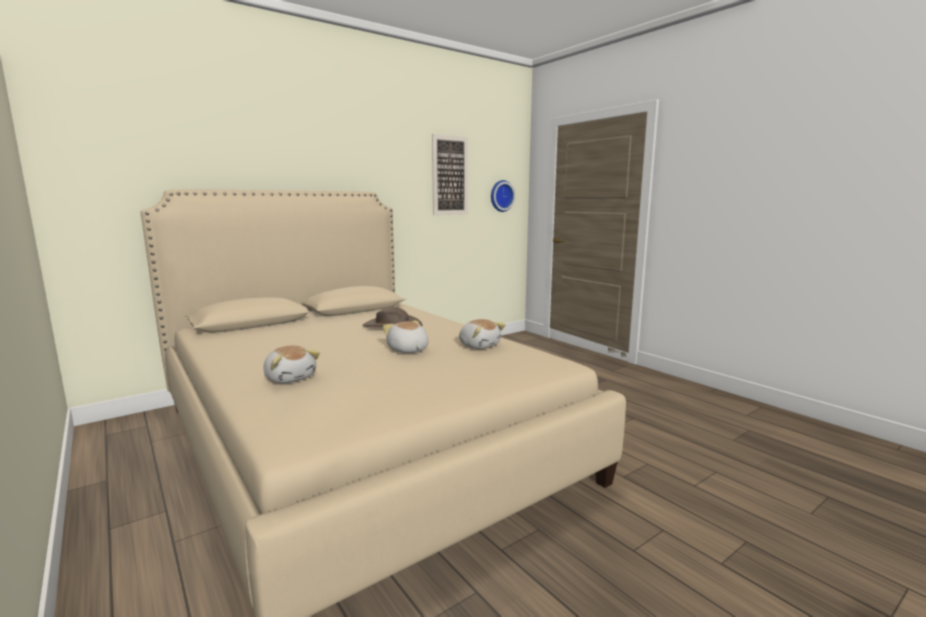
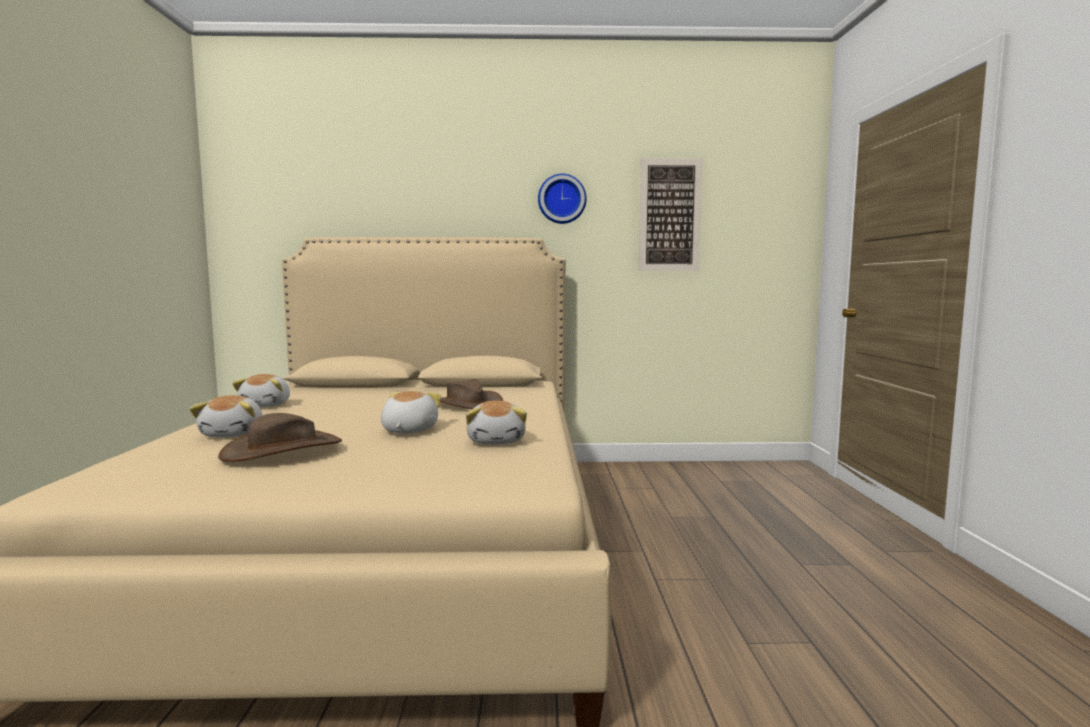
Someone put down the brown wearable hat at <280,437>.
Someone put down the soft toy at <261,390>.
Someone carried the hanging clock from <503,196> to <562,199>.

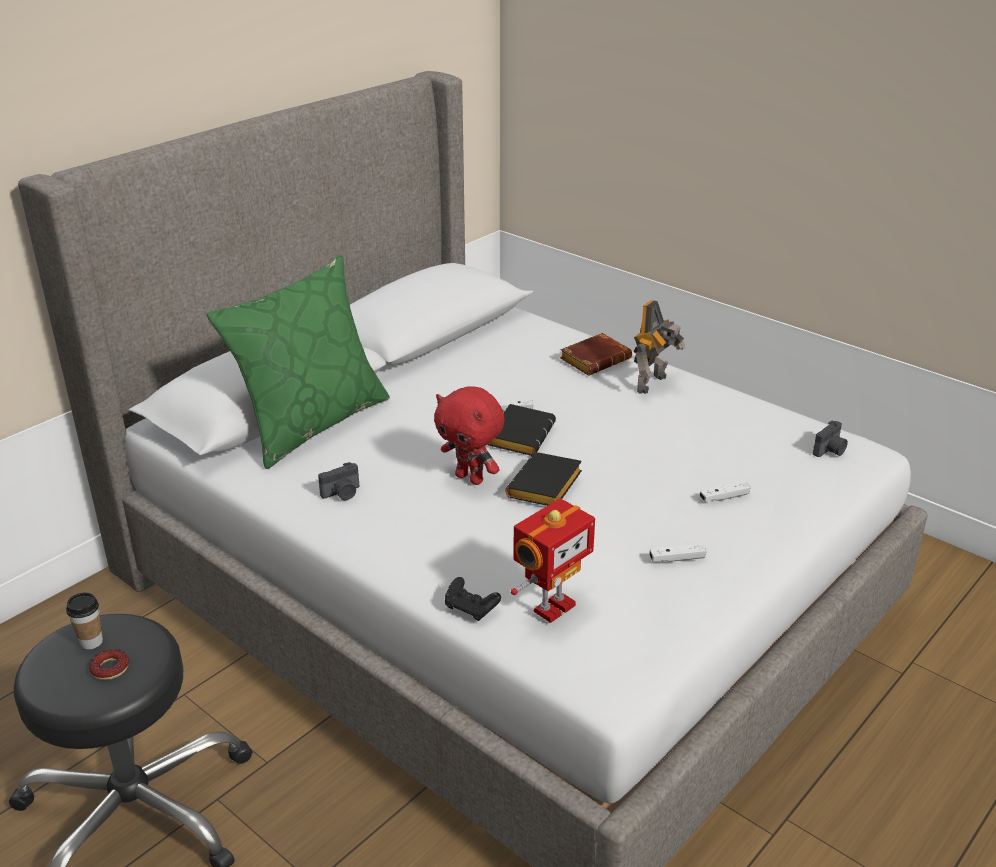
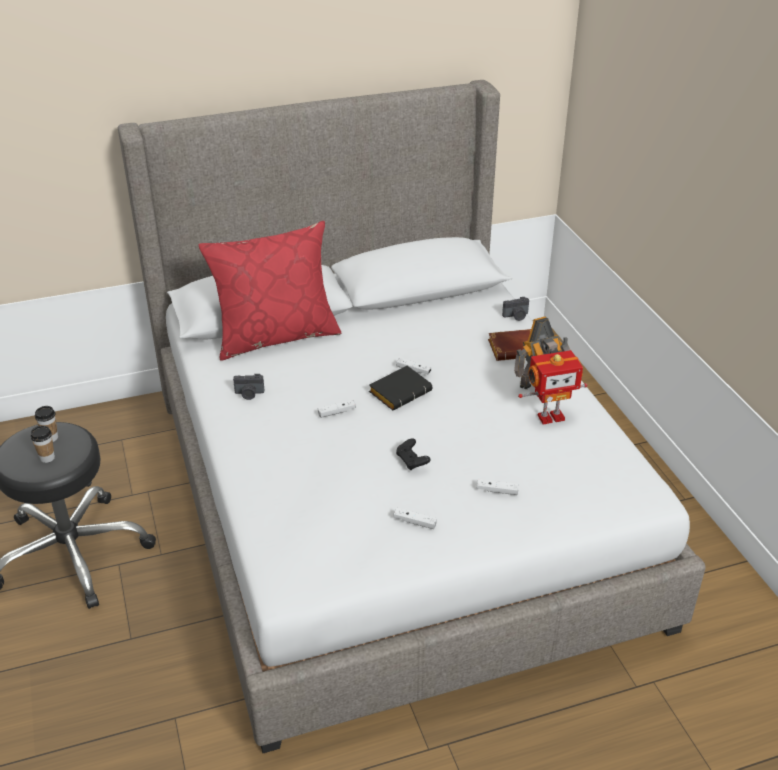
Someone swapped the donut at <109,664> for the drinking cup at <43,444>.
Someone repainted the green throw pillow at <298,362>, which became the red throw pillow at <270,291>.
Someone swapped the red soft toy at <469,435> for the white-coloured game controller at <337,409>.
Someone carried the black-coloured game controller from <473,599> to <413,454>.
Someone carried the still camera from <830,438> to <515,309>.
Someone carried the model robot from <553,560> to <552,387>.
Someone took away the black-coloured bound book at <543,479>.

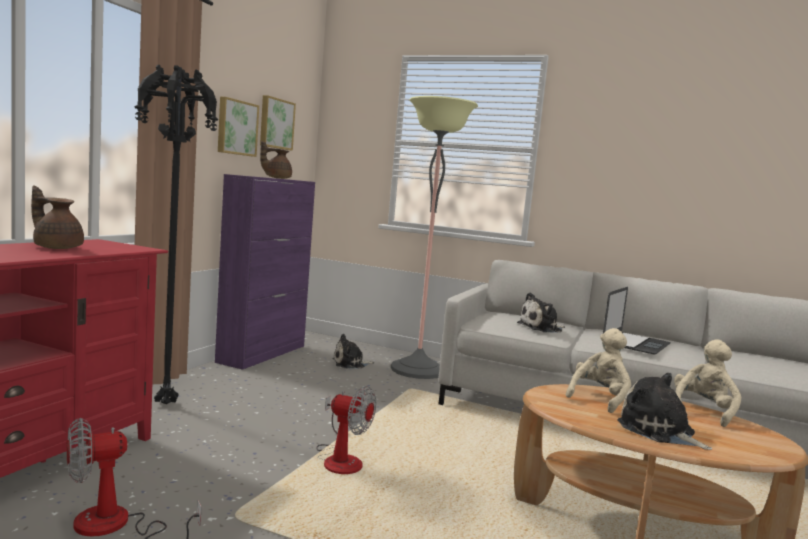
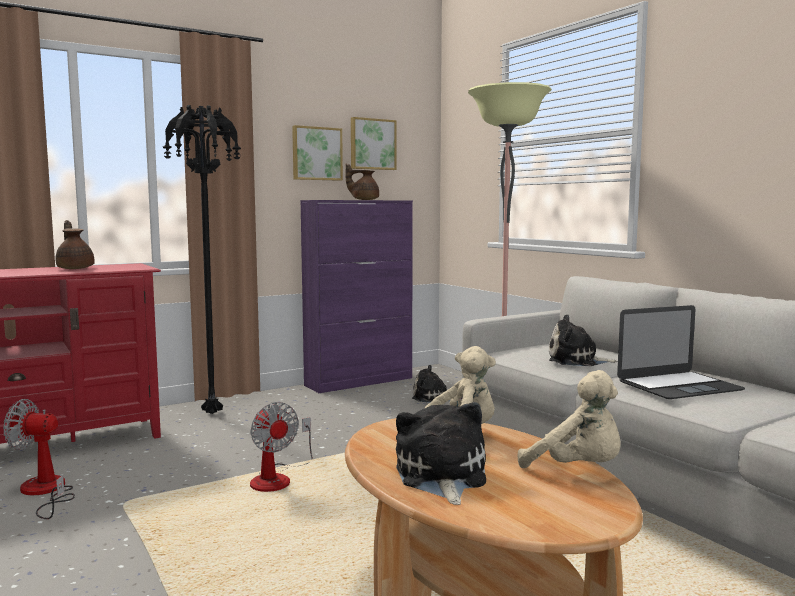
Someone rotated the beige soft toy at <707,383> by 60 degrees clockwise.

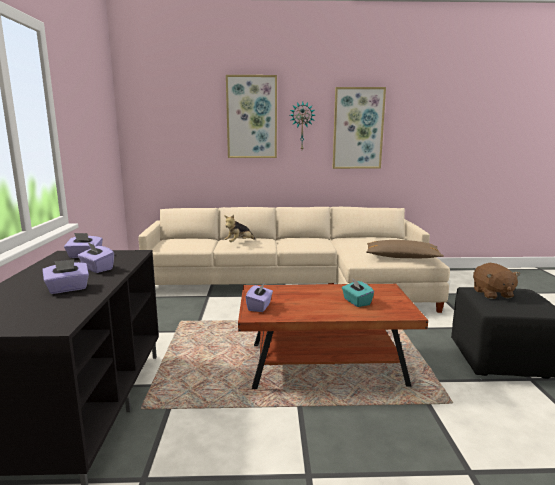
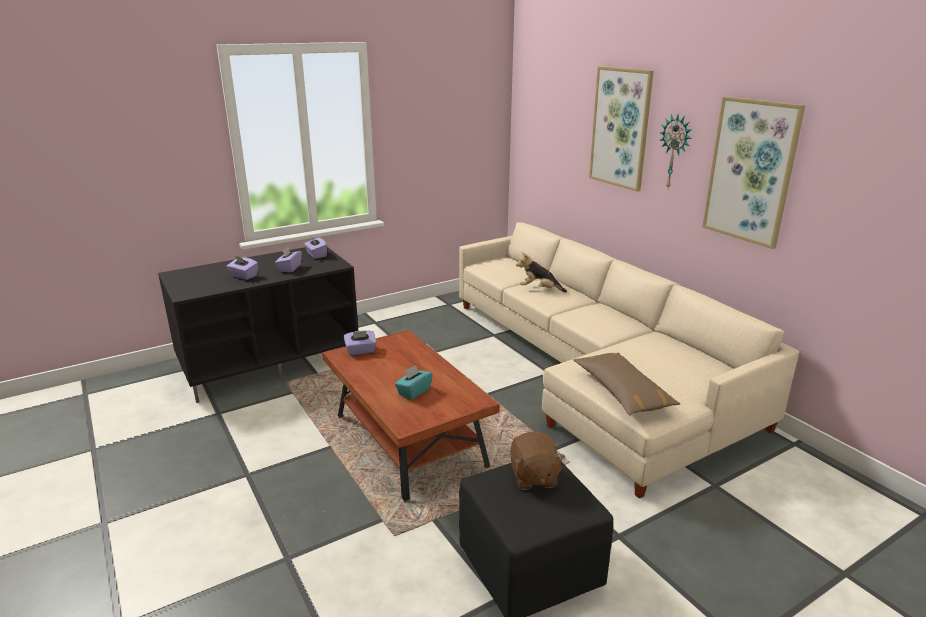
Someone rotated the brown soft toy at <496,281> by 60 degrees counterclockwise.

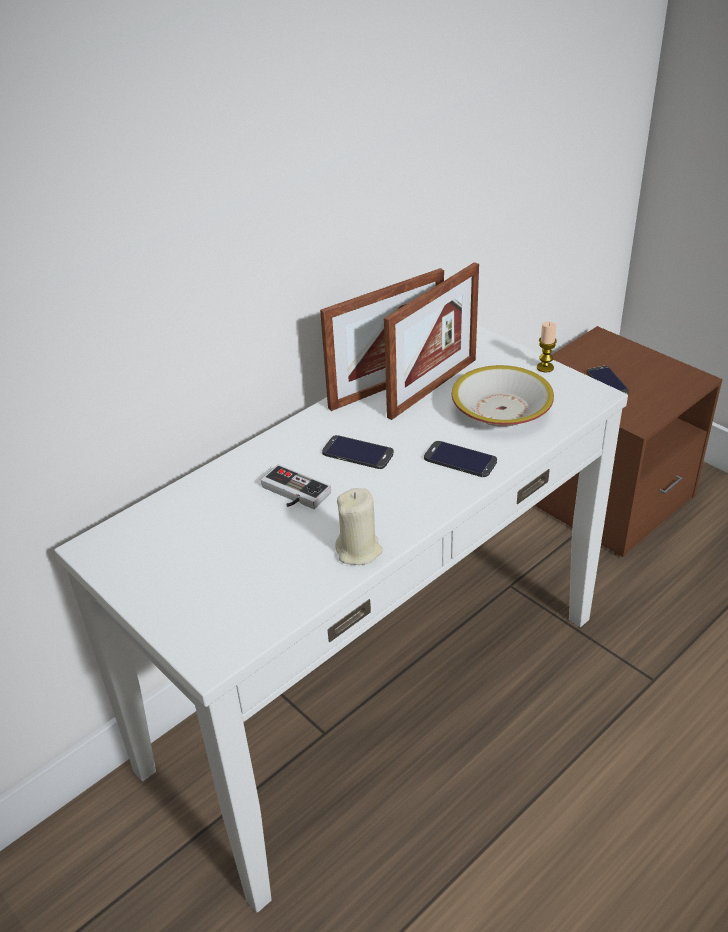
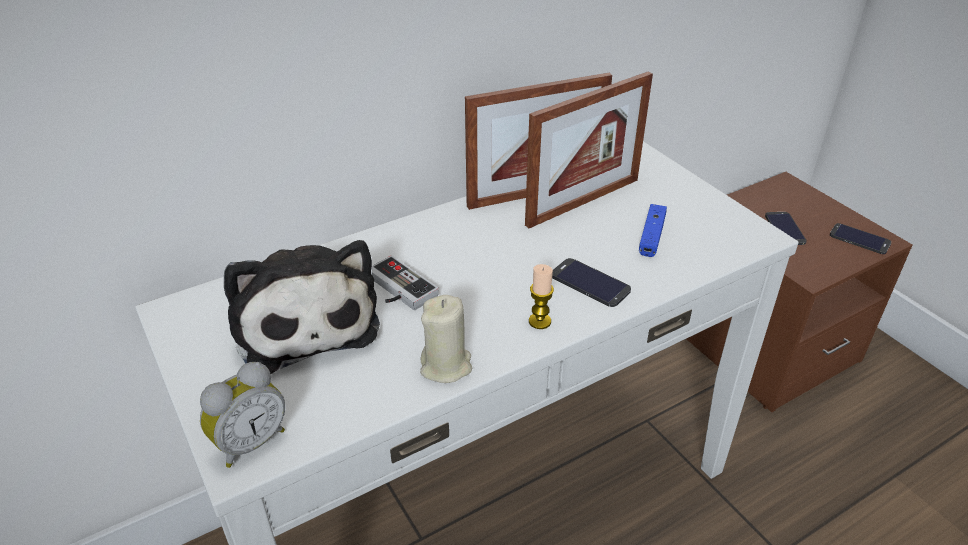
Someone put down the table clock at <242,415>.
Someone put down the soft toy at <302,307>.
Someone carried the wax light from <547,347> to <541,296>.
Someone swapped the bowl at <503,396> for the blue game controller at <653,230>.
Someone carried the handset from <358,452> to <860,238>.

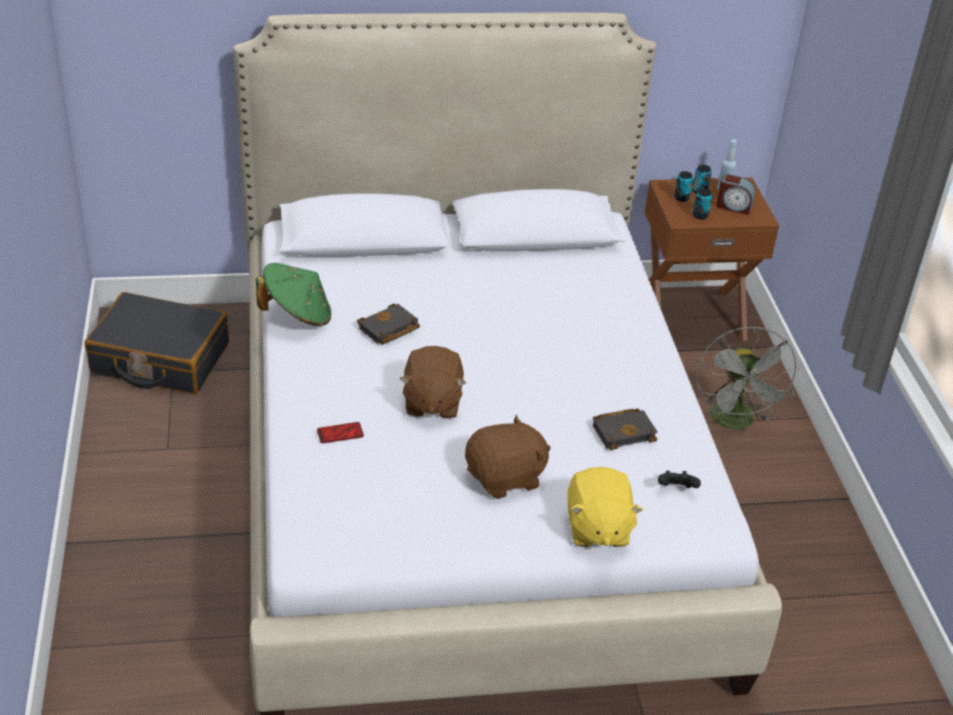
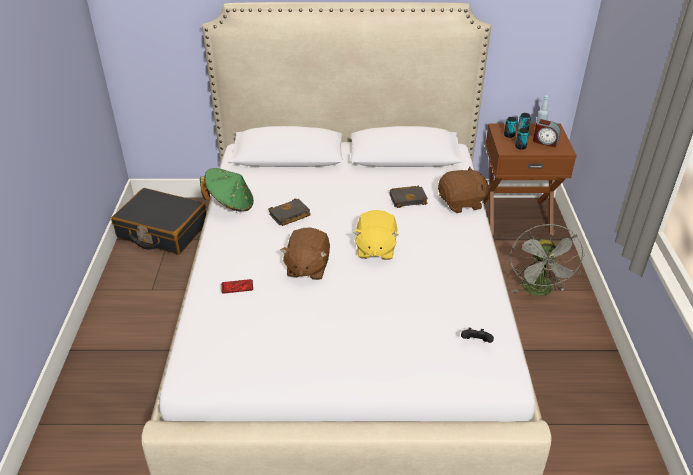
Someone carried the yellow soft toy from <605,507> to <376,235>.
Someone carried the black-coloured bound book from <625,429> to <409,197>.
Someone carried the brown soft toy from <508,457> to <463,189>.

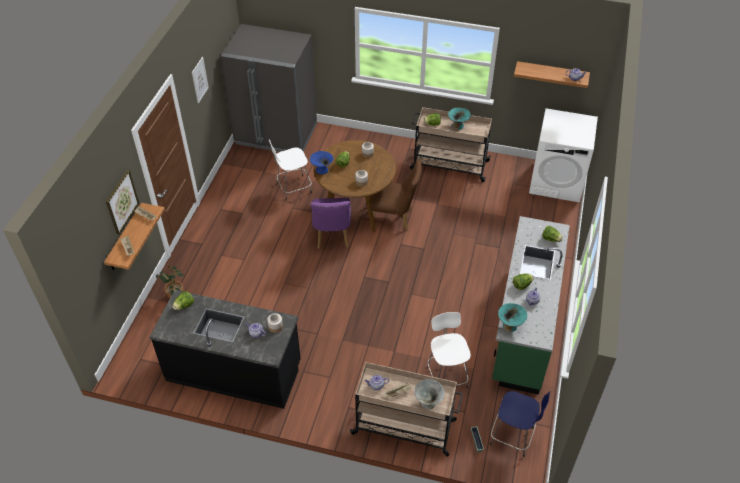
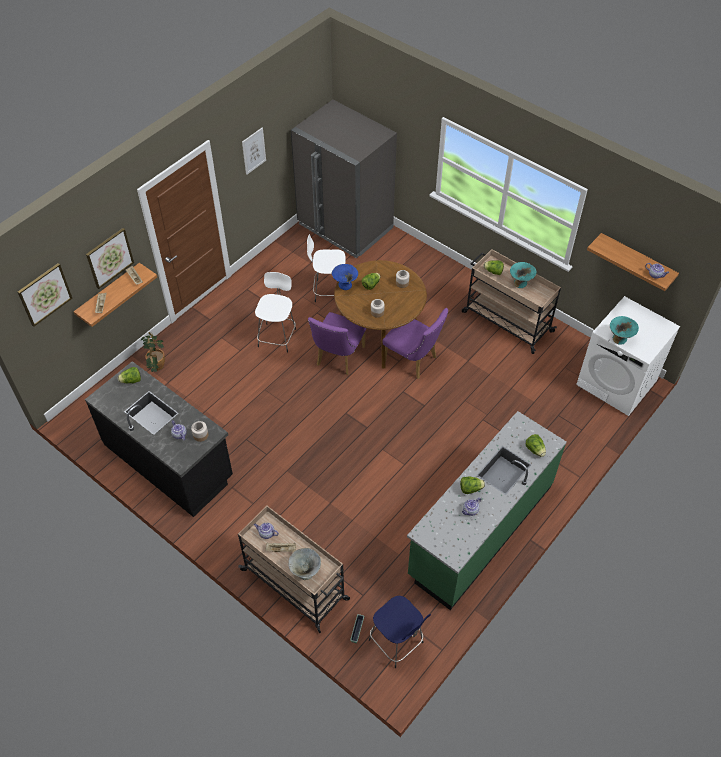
Someone put up the picture at <45,295>.
Someone carried the white-coloured sitting stool from <449,350> to <275,312>.
Someone repainted the brown upright chair at <396,195>, which became the purplish upright chair at <415,343>.
Someone carried the turquoise bowl from <512,317> to <624,330>.

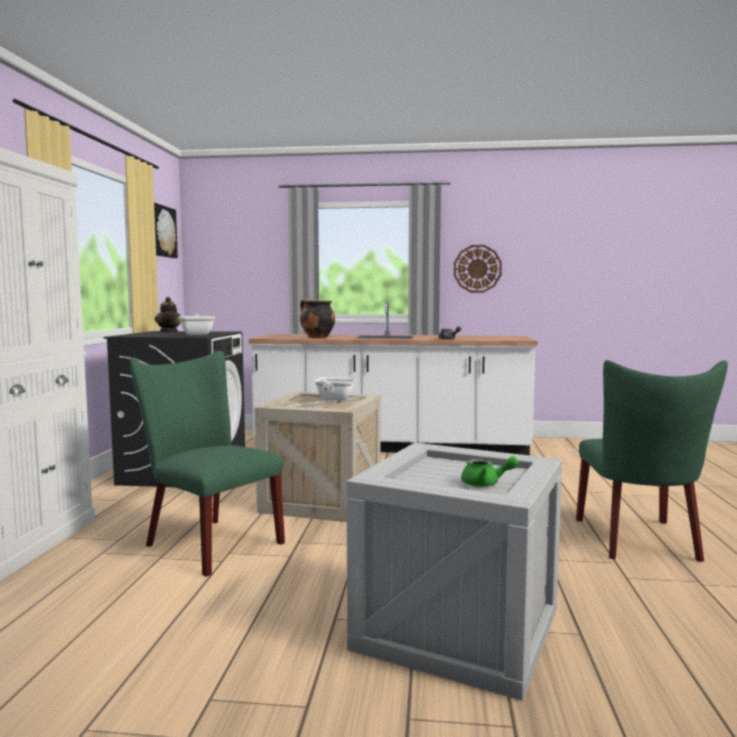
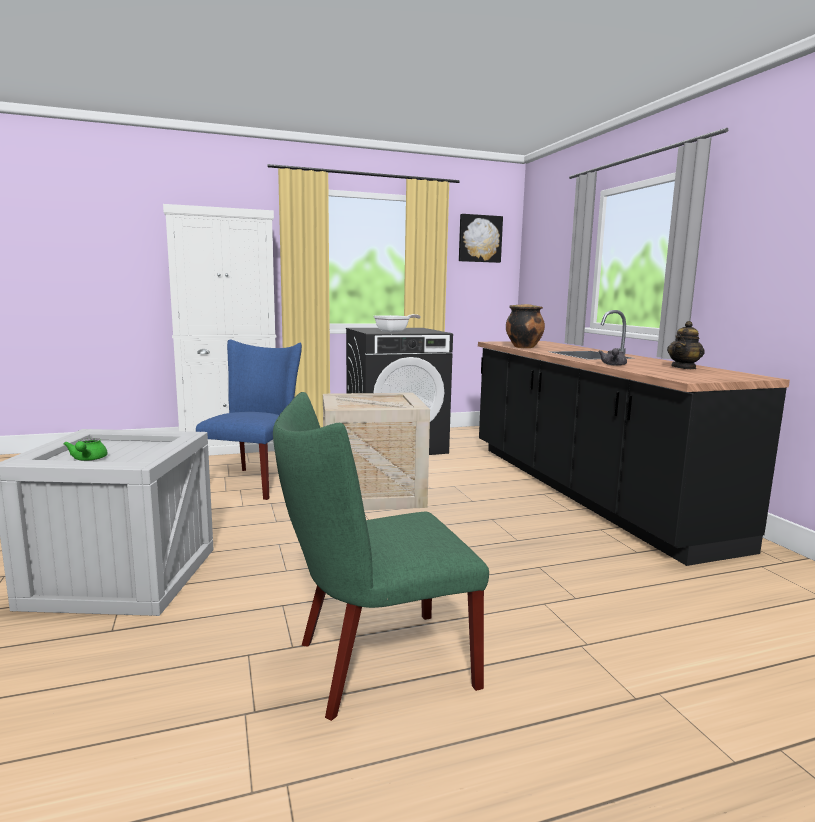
Someone repainted the green upright chair at <207,464>, which became the blue upright chair at <249,419>.
Someone repainted the white-coloured counter at <393,378>, which became the black-coloured counter at <634,438>.
Someone carried the teapot from <168,314> to <686,345>.
Someone took away the pan at <335,388>.
Someone took away the hanging clock at <478,269>.

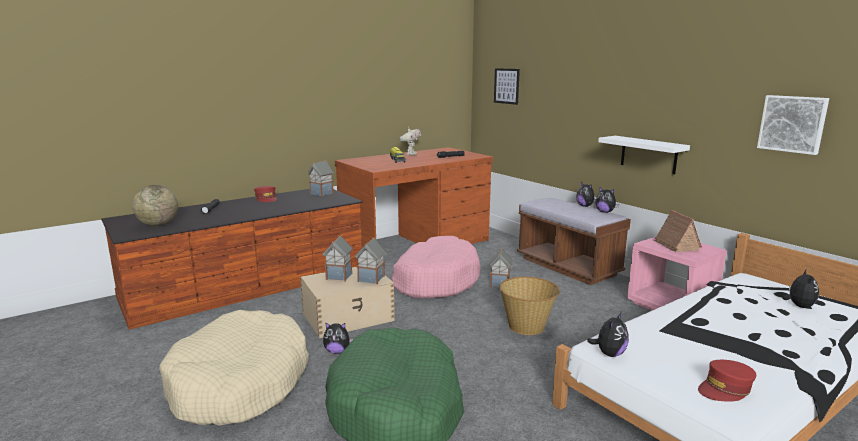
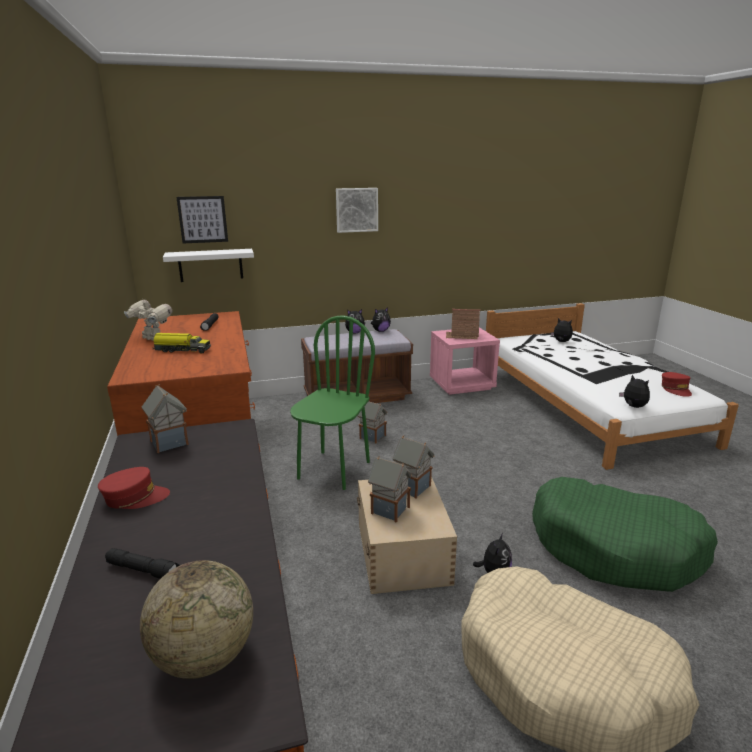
Someone carried the white-coloured shelf from <644,155> to <208,265>.
Someone swapped the pink-coloured dog cushion at <436,267> for the green upright chair at <332,403>.
Someone carried the picture from <793,125> to <357,210>.
Someone took away the storage basket at <529,306>.

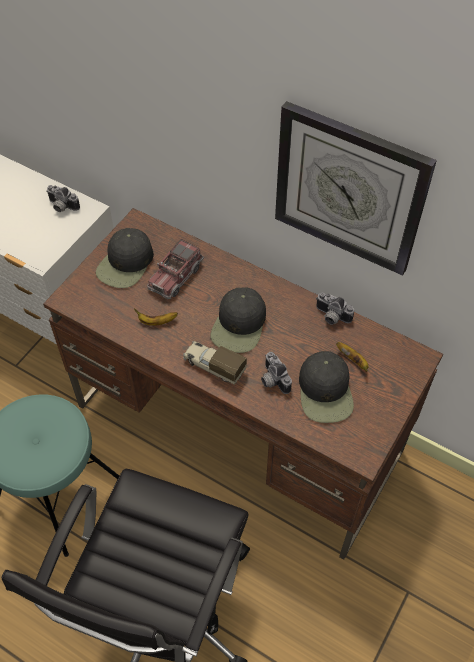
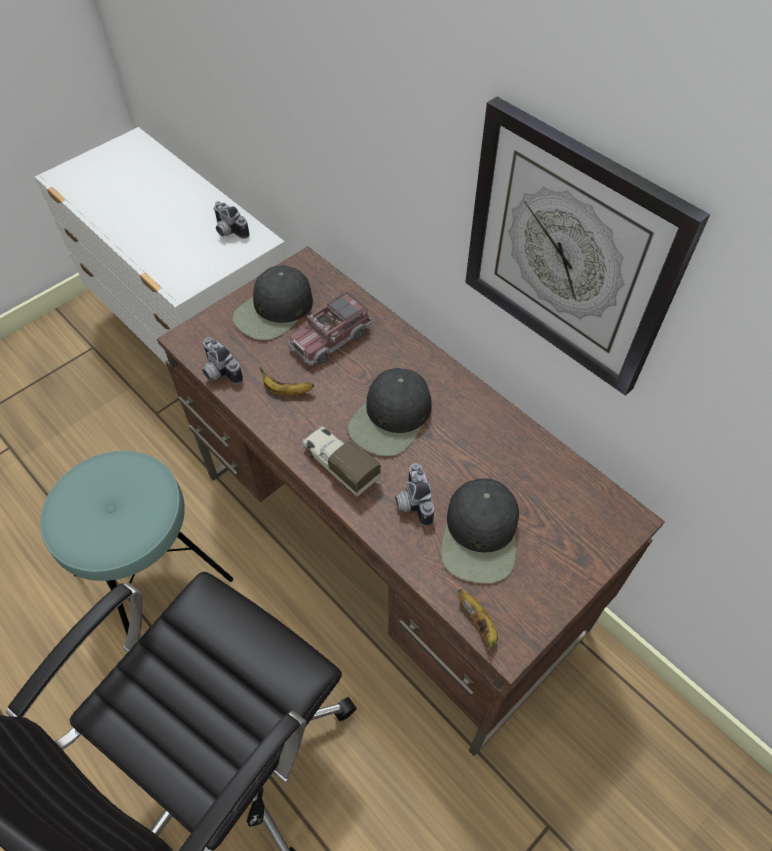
Someone carried the still camera from <335,308> to <222,360>.
Someone carried the banana fruit from <352,357> to <478,621>.

